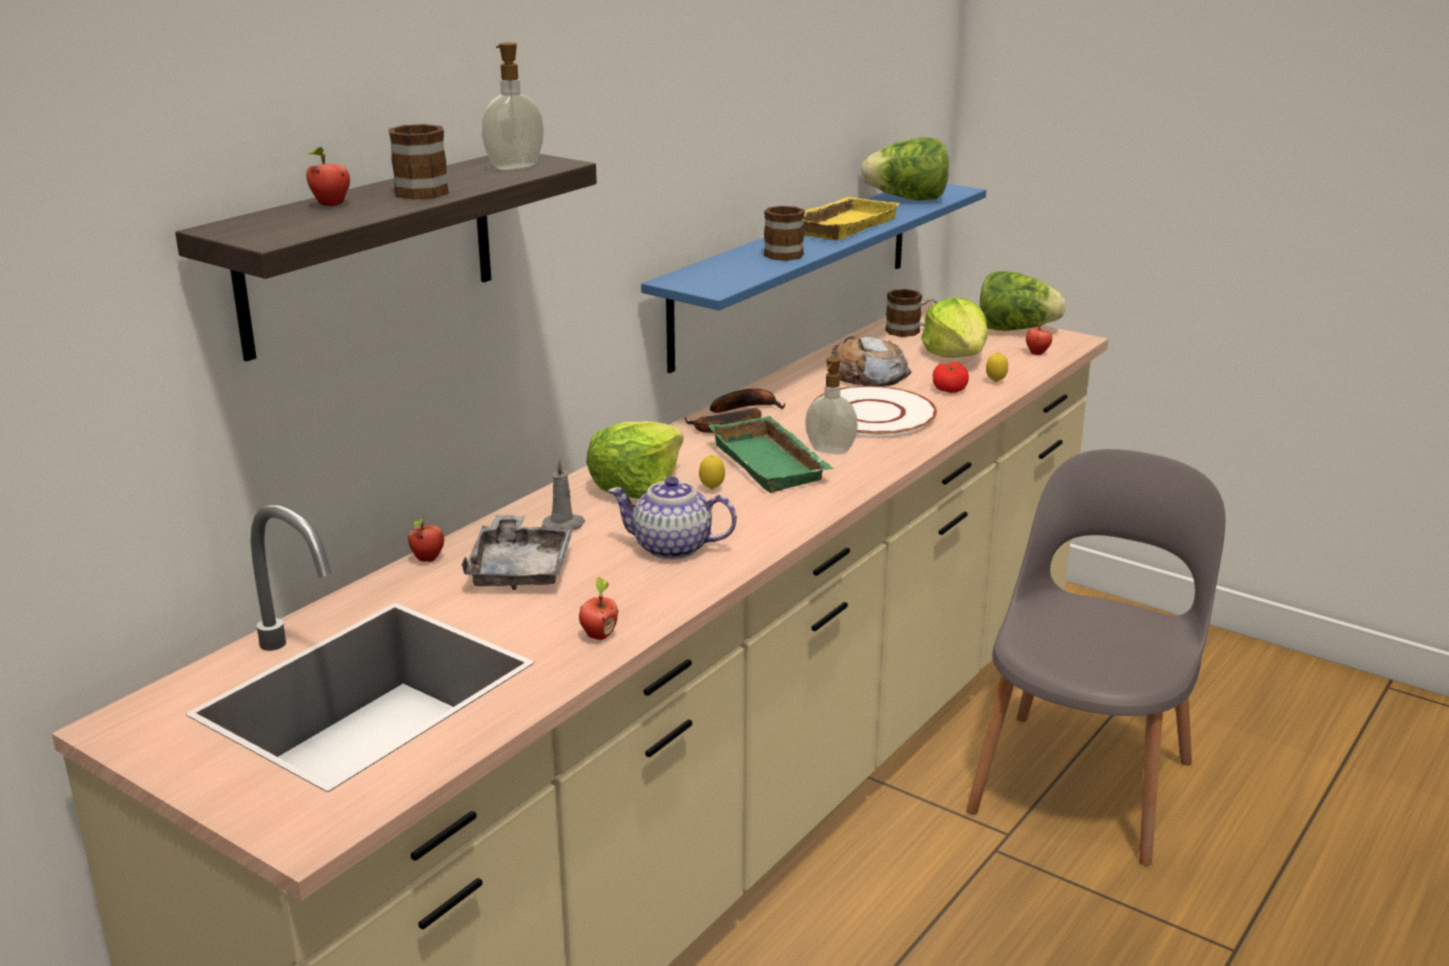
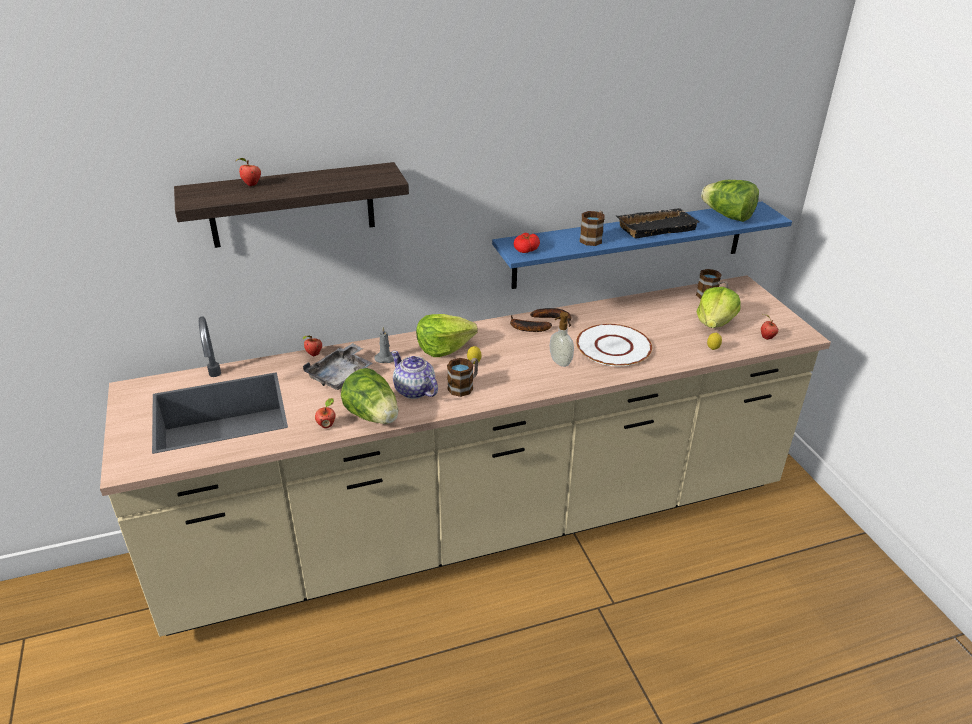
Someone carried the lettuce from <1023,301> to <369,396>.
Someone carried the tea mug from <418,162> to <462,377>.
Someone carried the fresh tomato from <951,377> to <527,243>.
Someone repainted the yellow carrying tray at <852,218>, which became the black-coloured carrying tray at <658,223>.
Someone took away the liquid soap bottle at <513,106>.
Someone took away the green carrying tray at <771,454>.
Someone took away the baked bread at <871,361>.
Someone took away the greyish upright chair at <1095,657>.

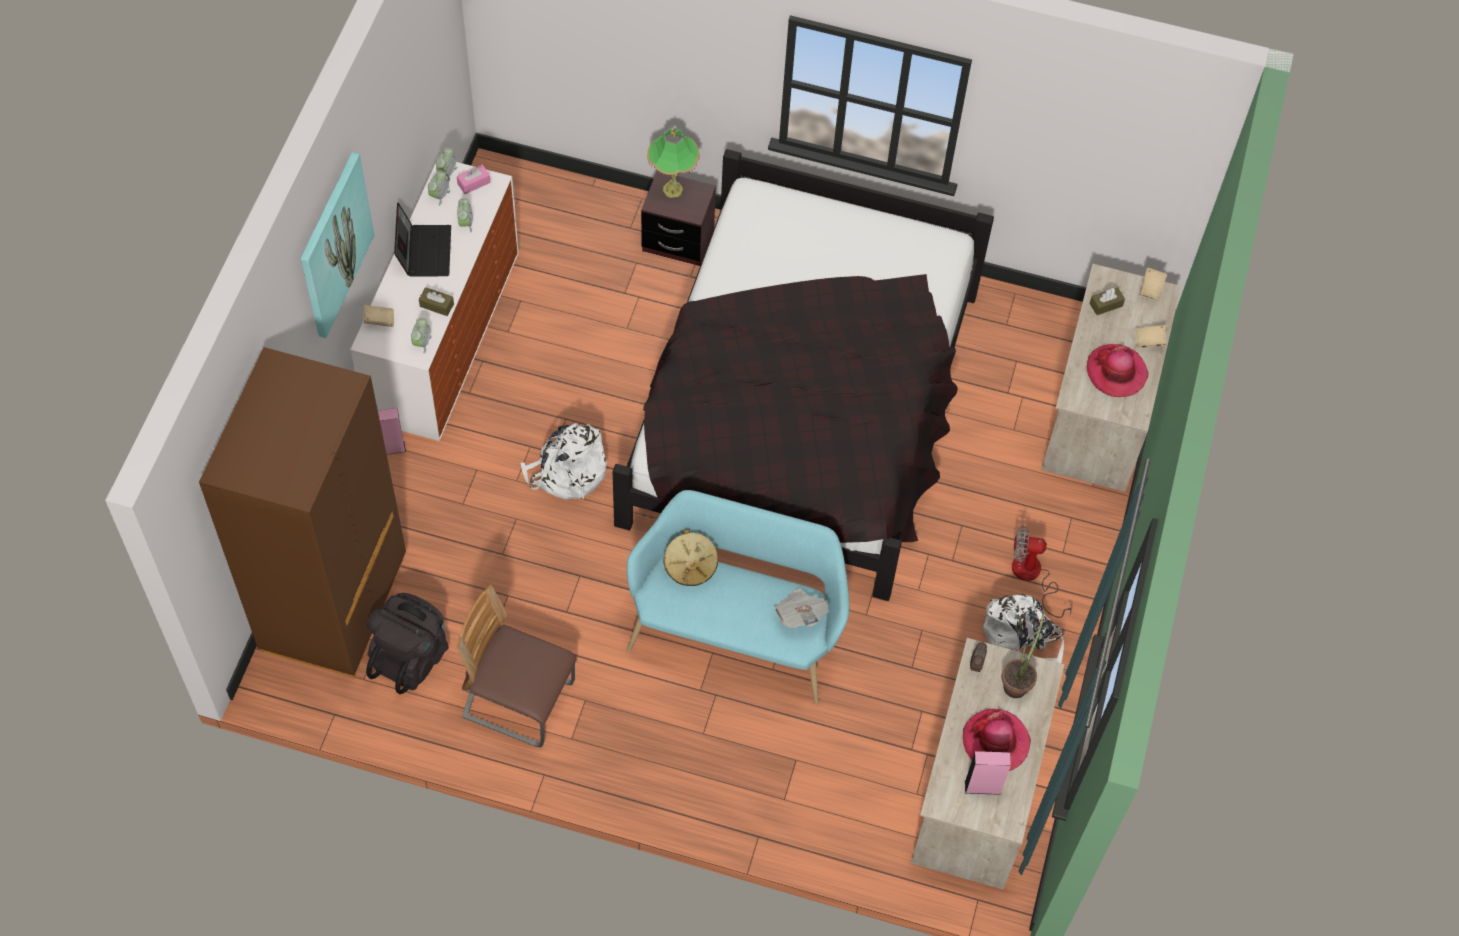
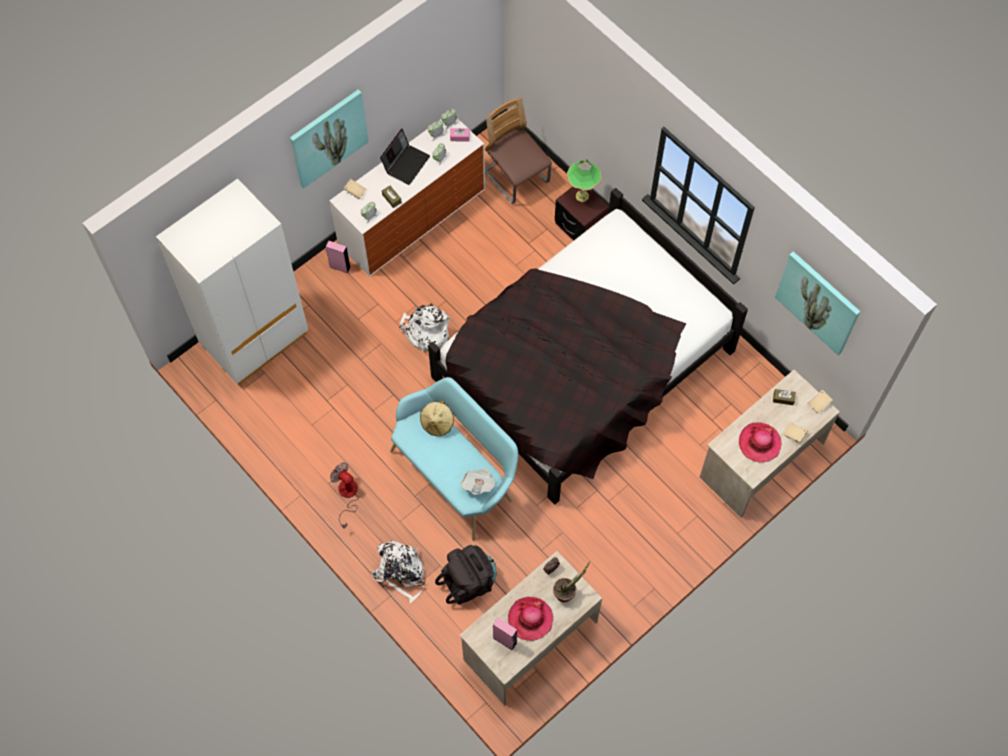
Someone repainted the brown wardrobe at <302,512>, which became the white-coloured wardrobe at <232,282>.
Someone carried the electric fan from <1042,572> to <344,495>.
Someone carried the white-coloured backpack from <1024,628> to <398,572>.
Someone carried the black-coloured backpack from <407,643> to <466,575>.
Someone carried the upright chair from <517,665> to <518,151>.
Someone put up the picture at <817,303>.

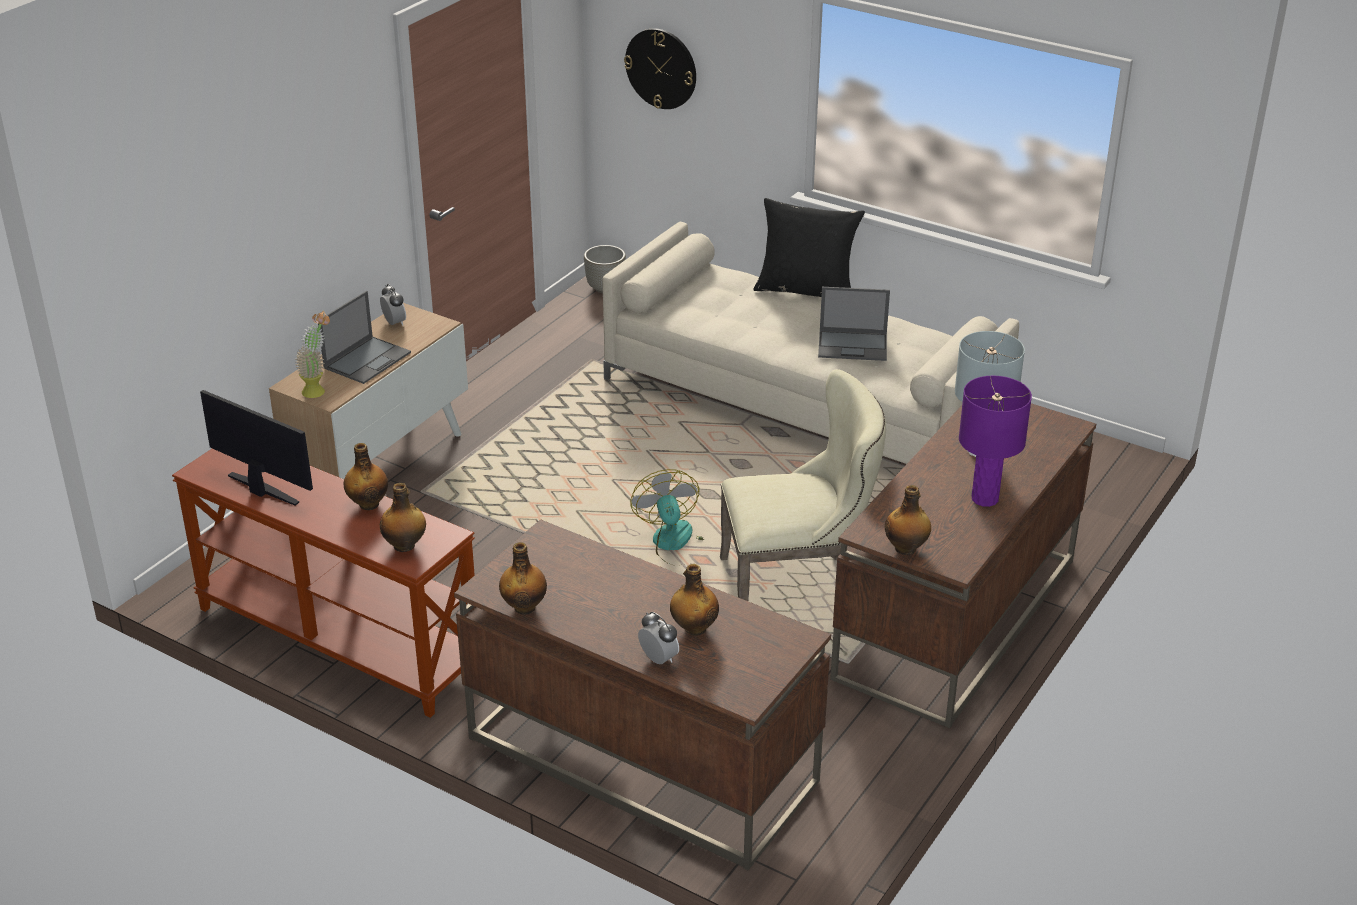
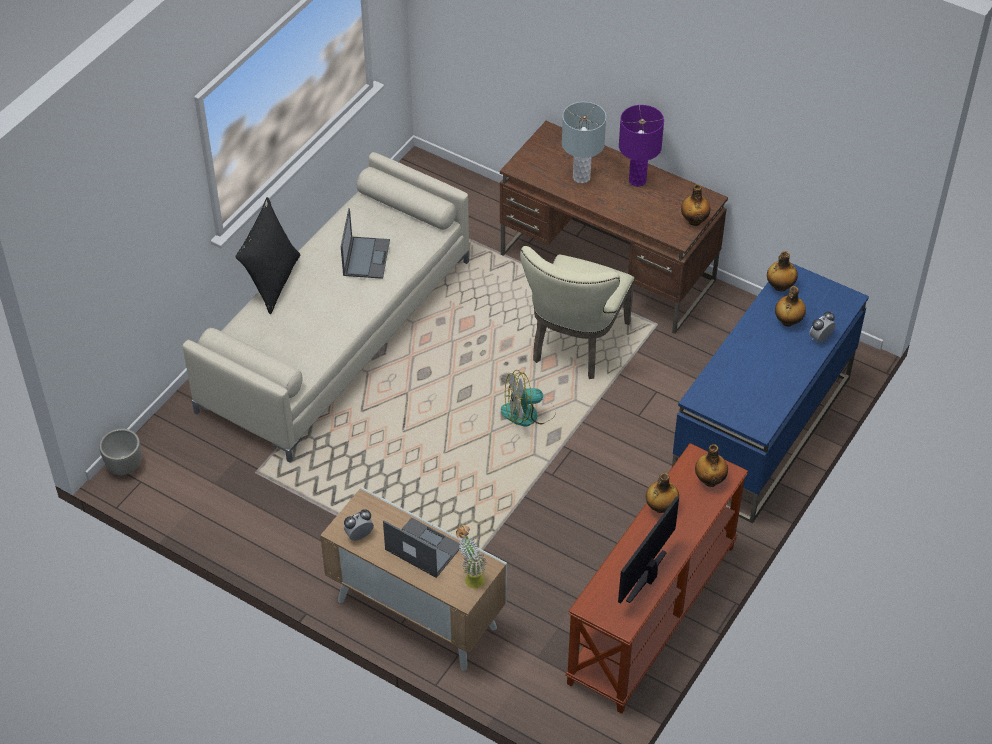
Someone rotated the beige upright chair at <803,485> by 150 degrees counterclockwise.
Someone repainted the brown desk unit at <642,694>, which became the blue desk unit at <770,393>.
Someone carried the beverage bottle from <523,578> to <782,271>.
Someone took away the hanging clock at <660,68>.

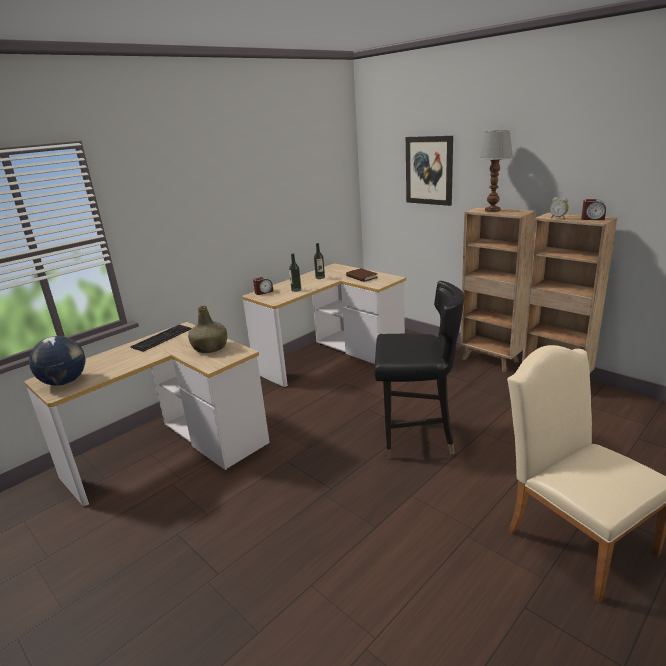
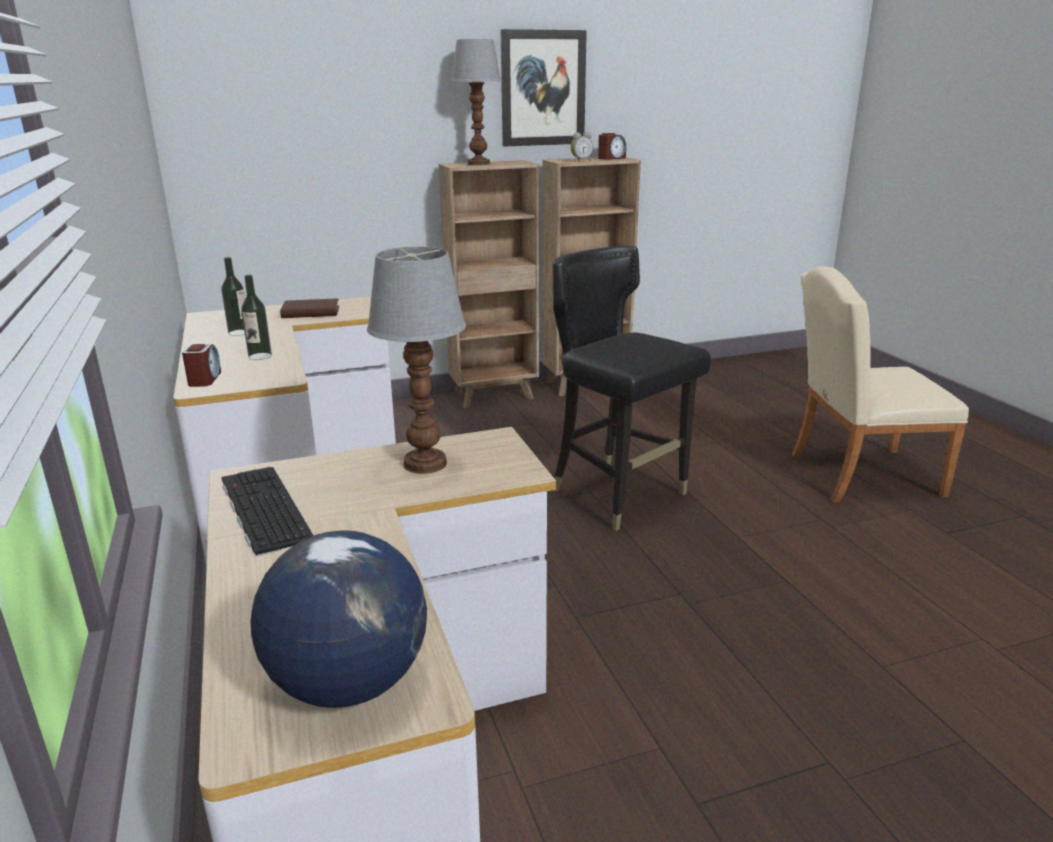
Someone swapped the green beverage bottle at <207,329> for the lamp for a table at <416,360>.
Someone carried the picture from <429,171> to <544,88>.
Someone rotated the black-coloured upright chair at <419,370> by 75 degrees counterclockwise.

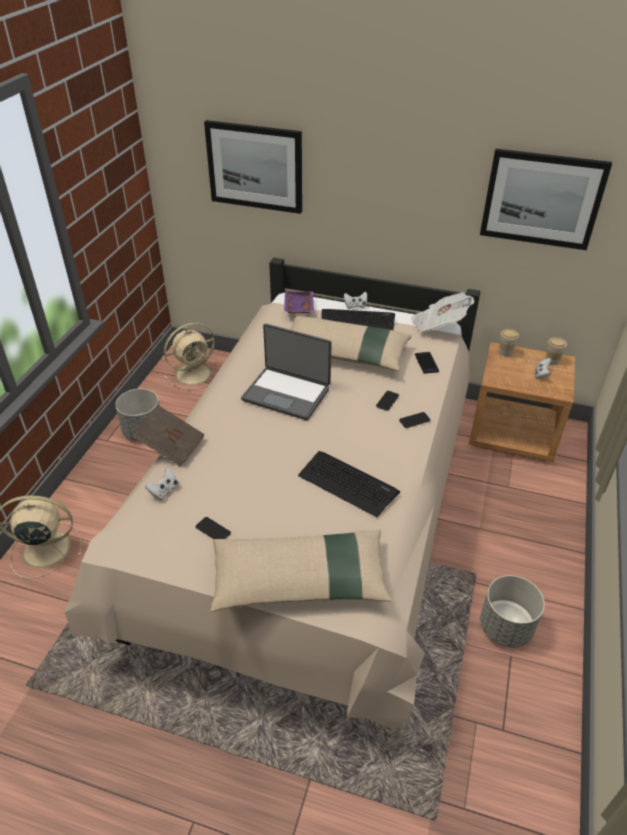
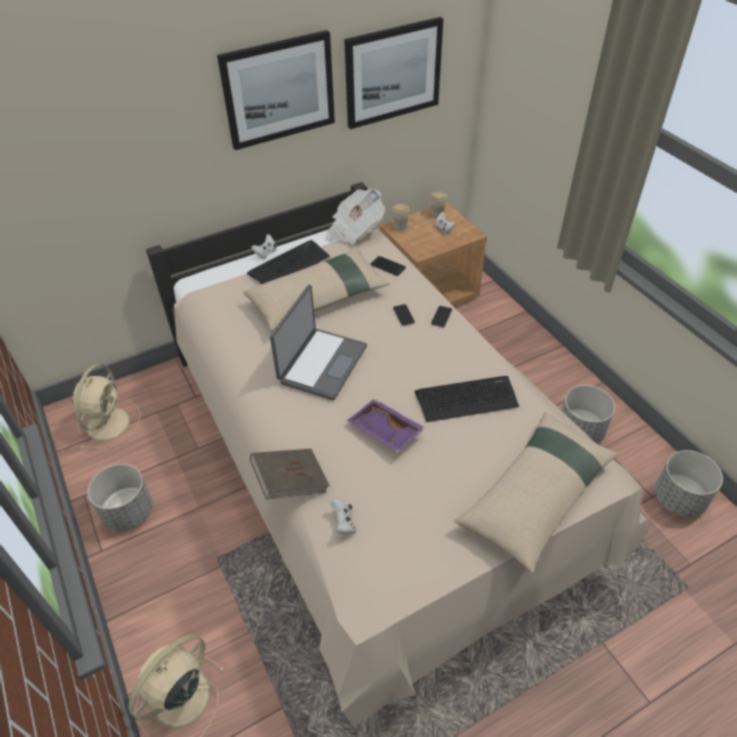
Someone carried the picture from <253,167> to <276,90>.
Someone rotated the portable computer at <286,371> by 45 degrees counterclockwise.
Someone carried the purplish carrying tray from <299,302> to <386,425>.
Someone put down the greyish planter at <689,483>.
Someone took away the handset at <213,528>.

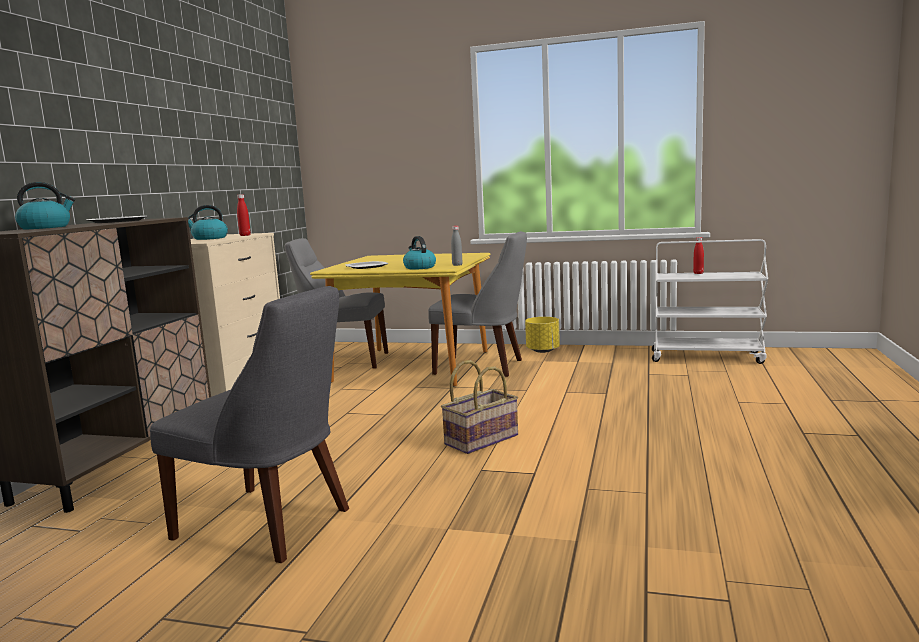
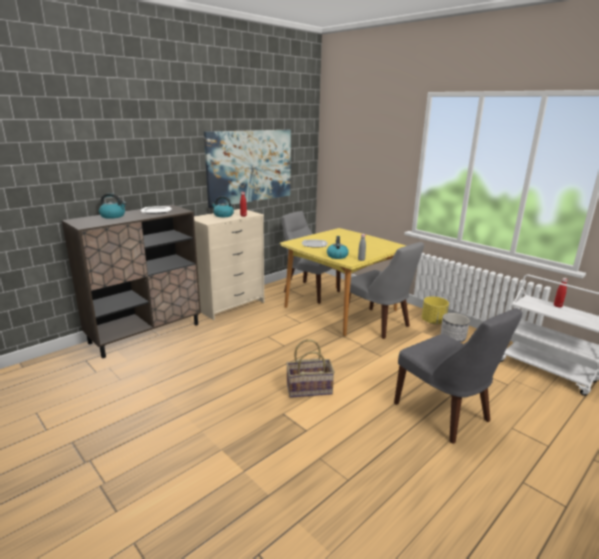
Someone put up the picture at <247,169>.
Someone carried the greyish upright chair from <249,424> to <458,376>.
Someone put down the planter at <455,327>.

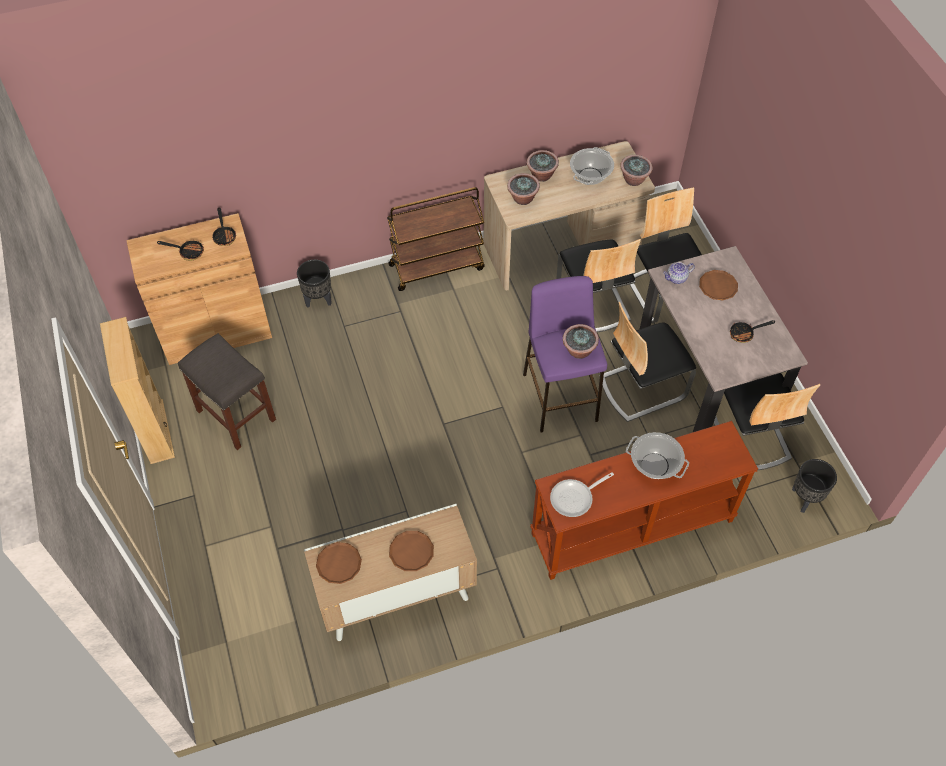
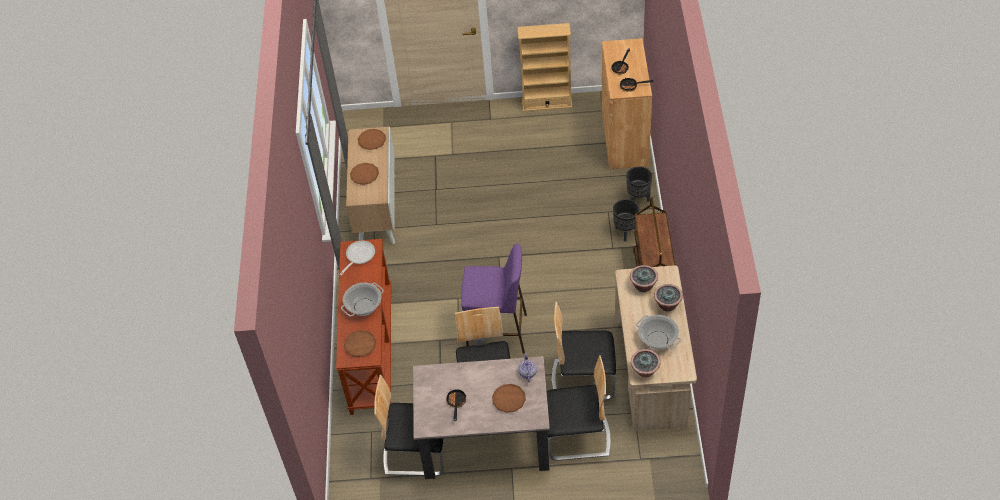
Someone rotated the pan at <582,494> by 45 degrees clockwise.
Someone put down the brown plate at <360,343>.
Someone carried the black-coloured planter from <814,486> to <626,220>.
Someone took away the greyish sitting stool at <227,391>.
Someone took away the houseplant at <581,341>.

